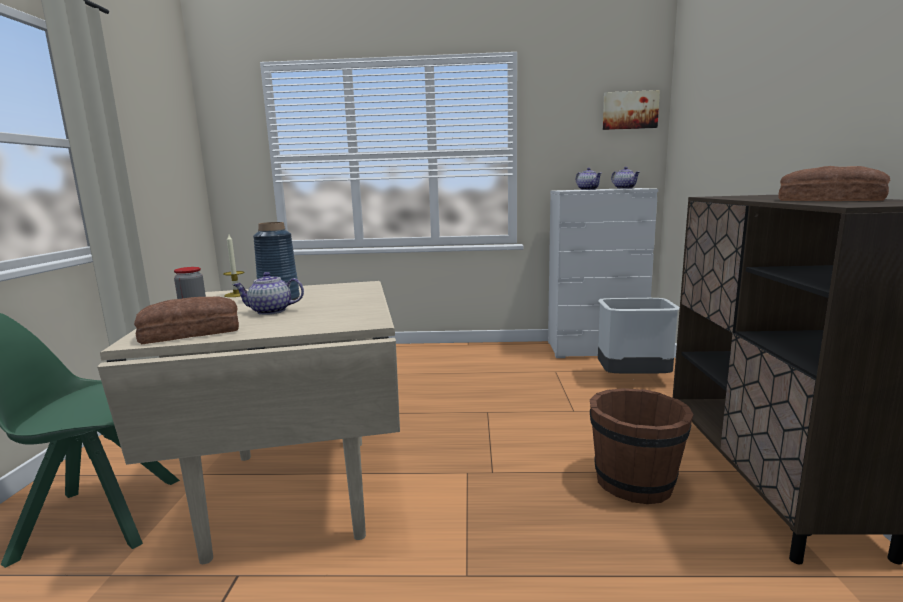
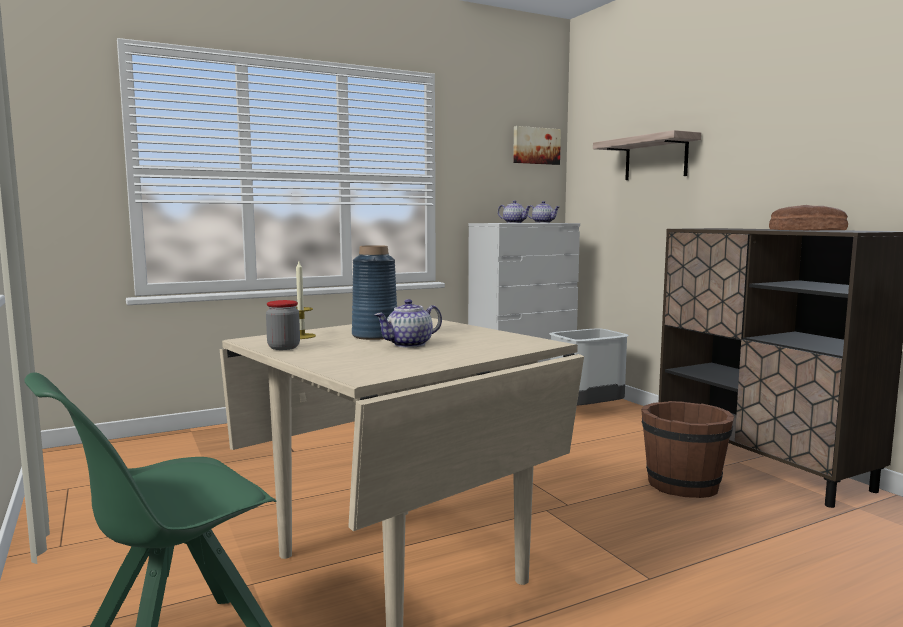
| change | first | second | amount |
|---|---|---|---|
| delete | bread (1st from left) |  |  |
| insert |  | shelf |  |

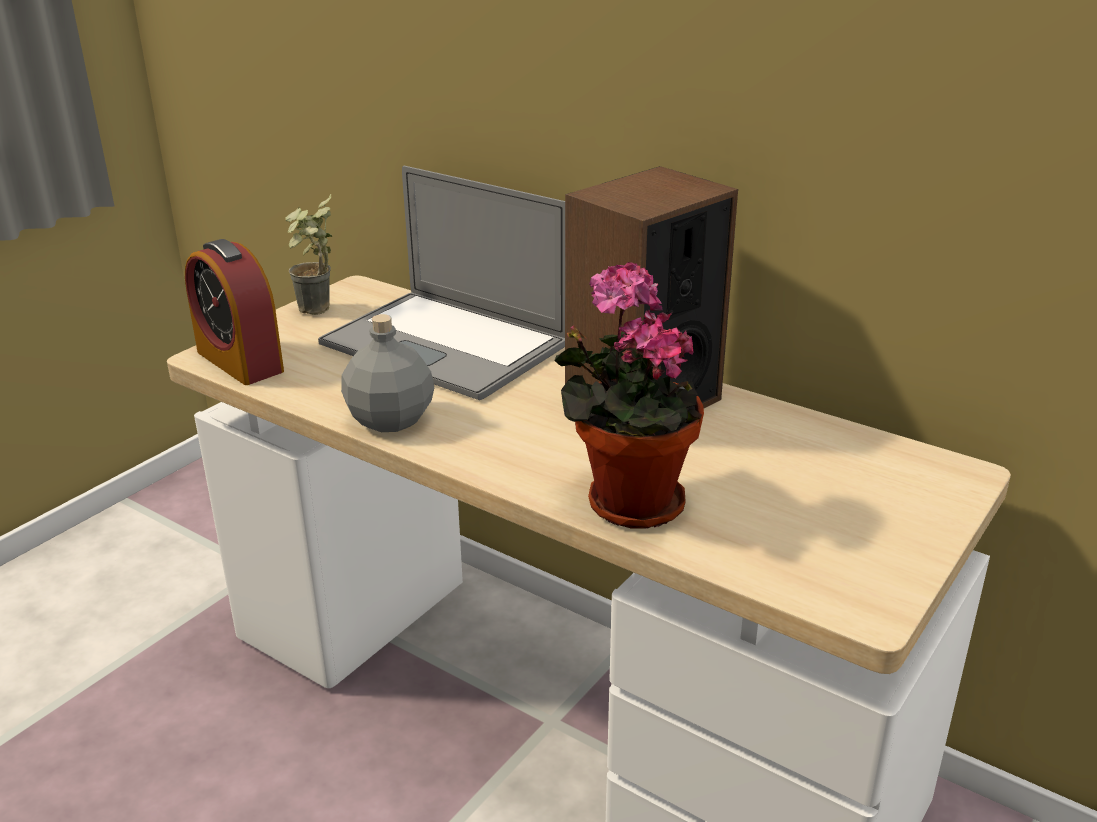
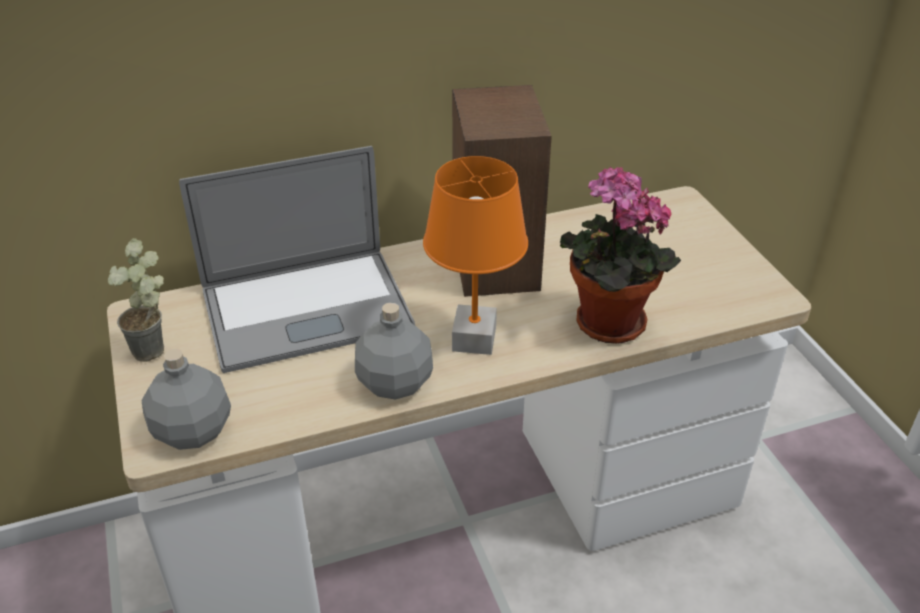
| change | first | second | amount |
|---|---|---|---|
| replace | alarm clock | bottle in grey (1st from left) |  |
| insert |  | table lamp in orange |  |

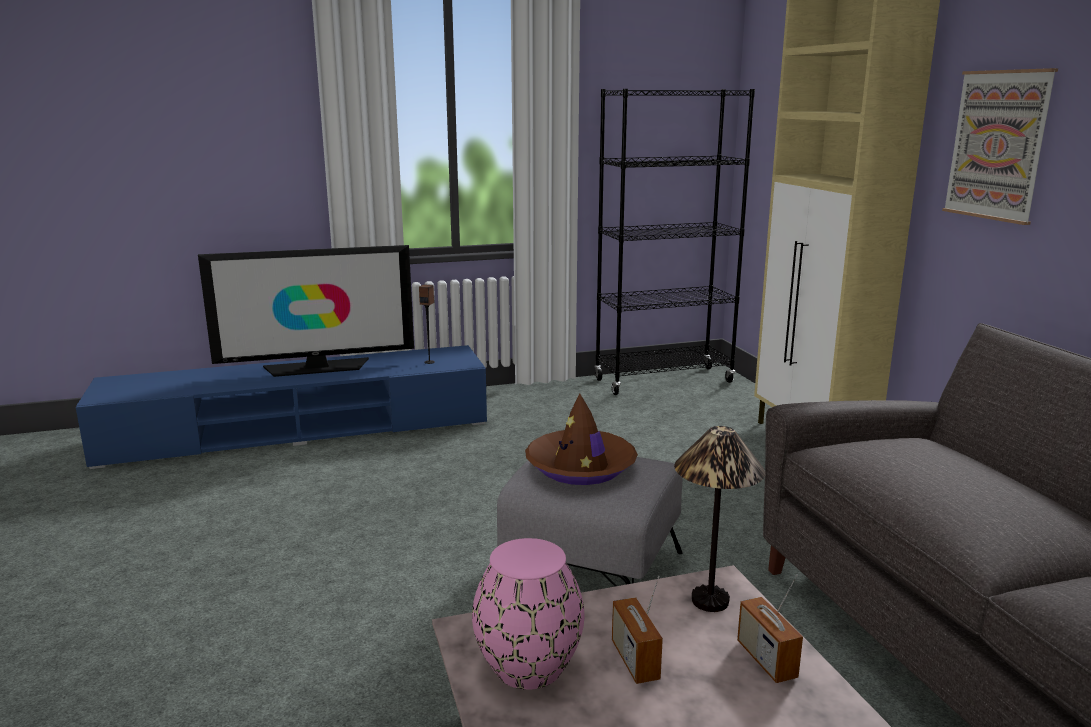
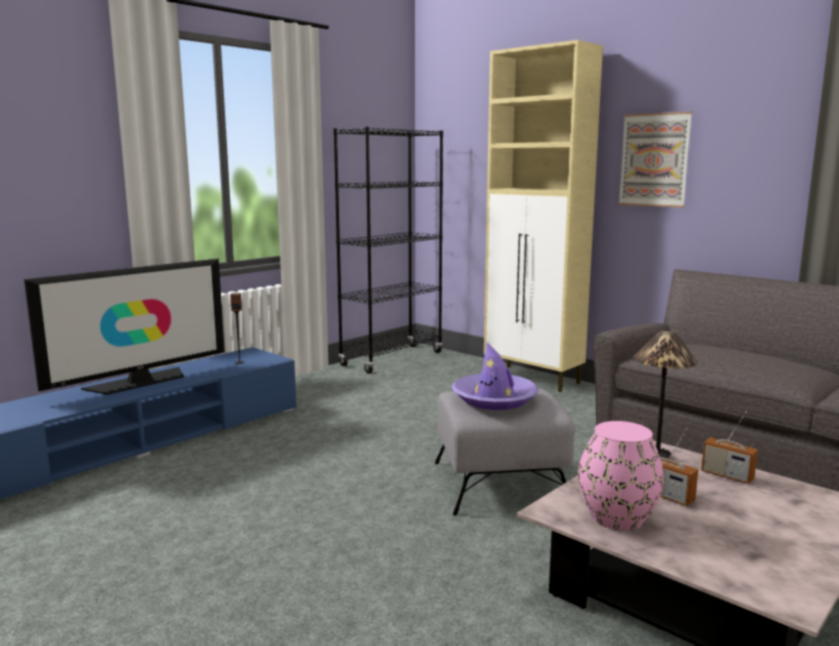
| change | first | second | amount |
|---|---|---|---|
| recolor | hat in brown | hat in purple |  |

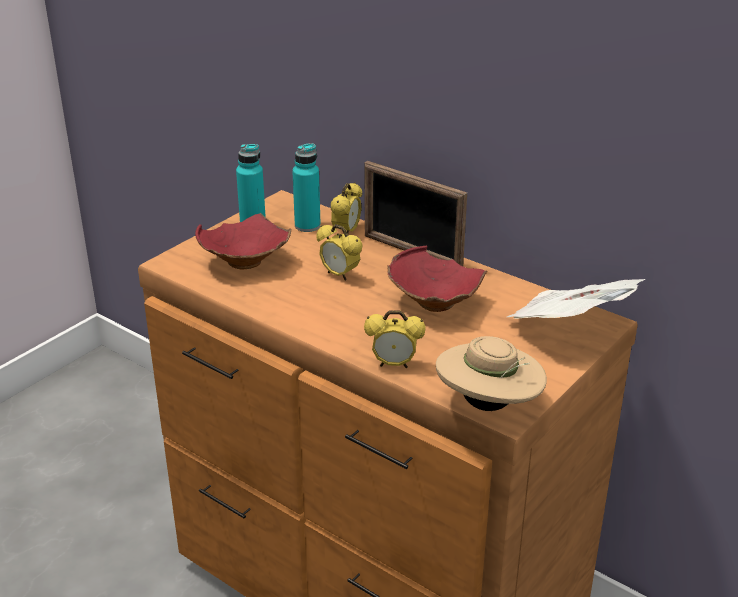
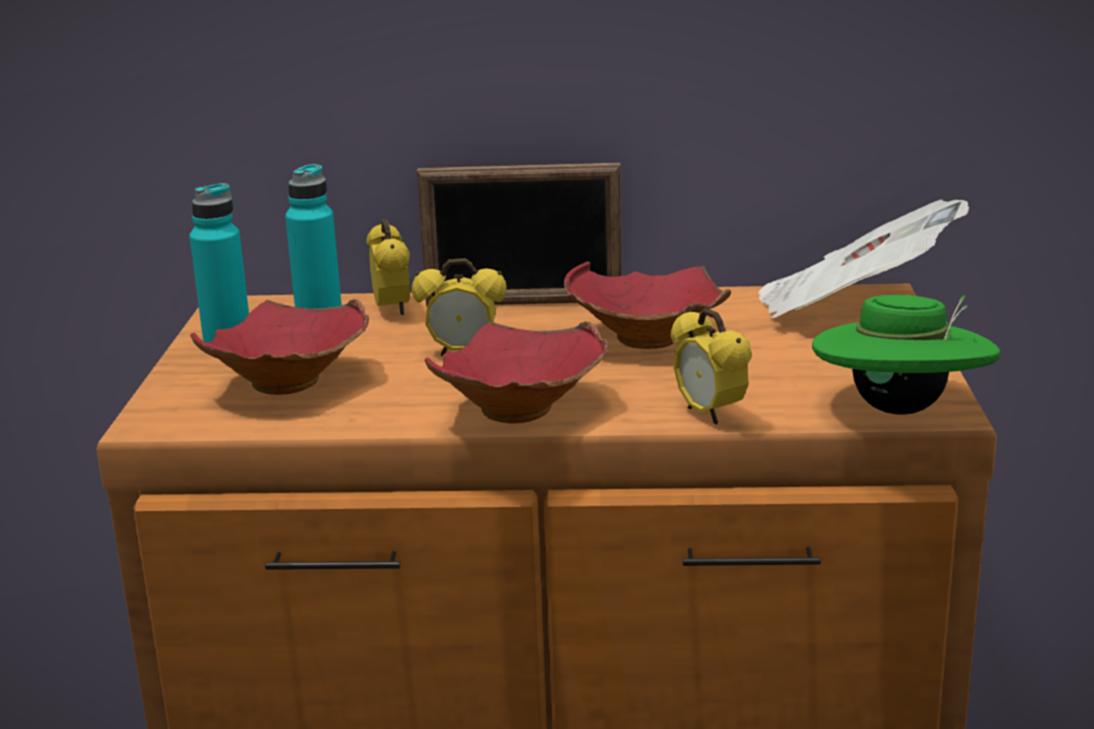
| change | first | second | amount |
|---|---|---|---|
| rotate | alarm clock (3rd from left) |  | 90 degrees clockwise |
| recolor | hat in beige | hat in green |  |
| insert |  | bowl in red (2nd from left) |  |

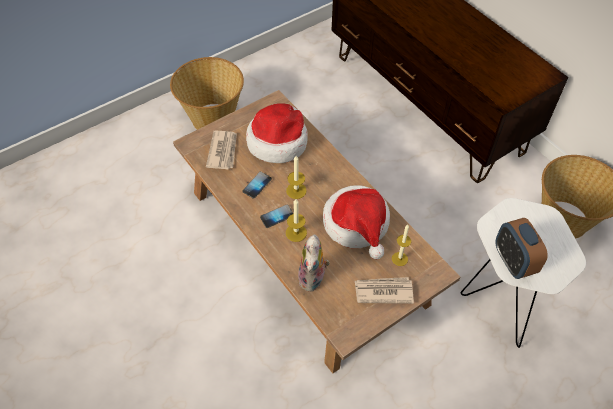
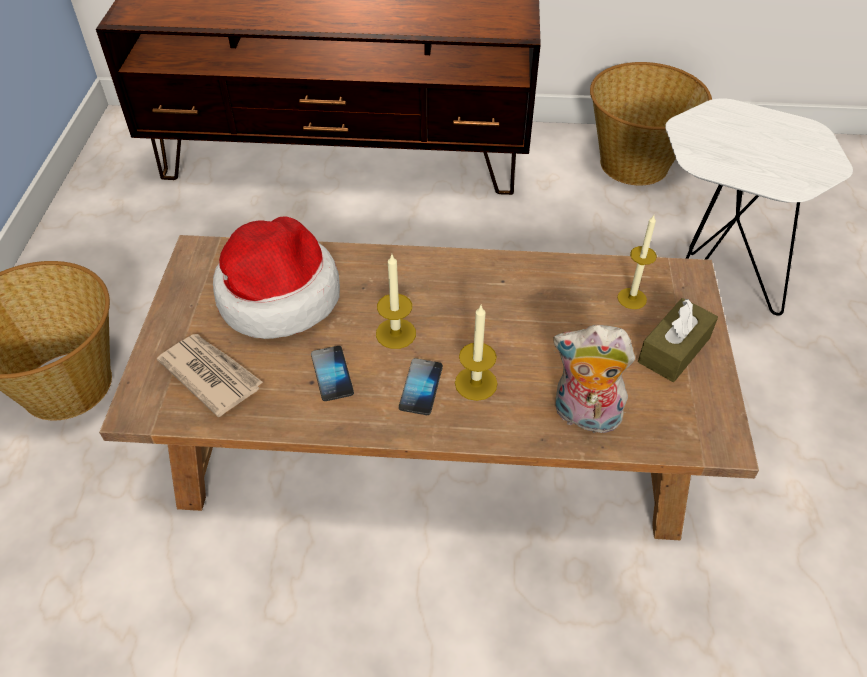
| change | first | second | amount |
|---|---|---|---|
| rotate | plush toy |  | 150 degrees clockwise |
| delete | hat (2nd from left) |  |  |
| replace | newspaper (2nd from left) | tissue box in brown |  |
| delete | alarm clock |  |  |

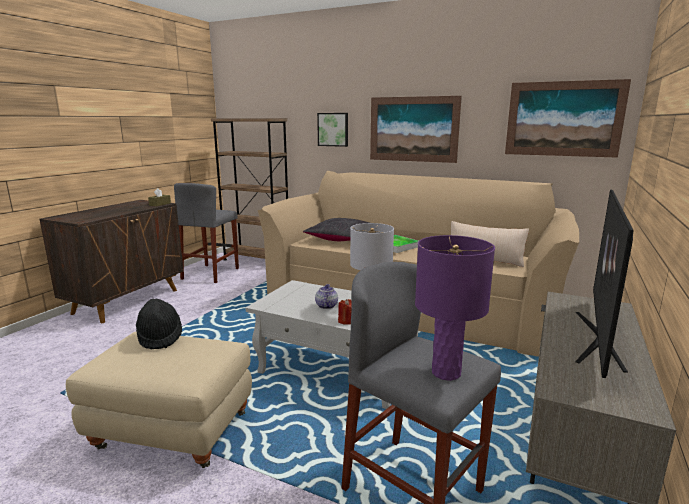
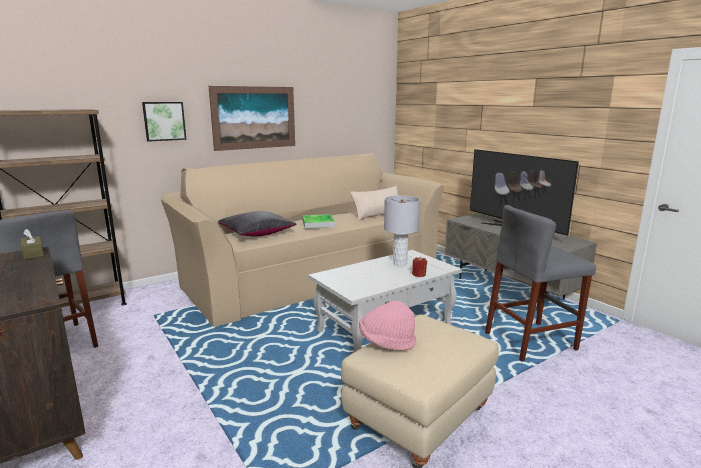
| change | first | second | amount |
|---|---|---|---|
| recolor | hat in black | hat in pink |  |
| delete | teapot |  |  |
| delete | table lamp in purple |  |  |
| delete | picture (3rd from left) |  |  |

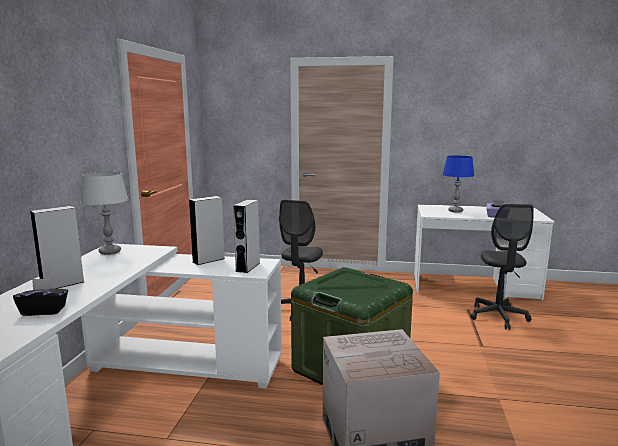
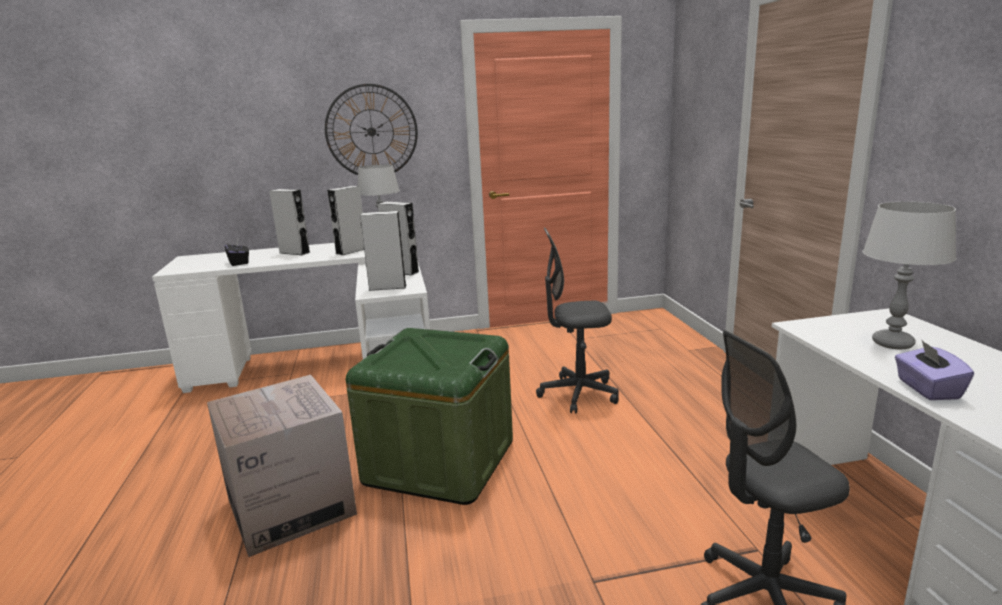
| change | first | second | amount |
|---|---|---|---|
| recolor | table lamp in blue | table lamp in grey (2nd from left) |  |
| insert |  | wall clock |  |
| insert |  | speaker in grey (2nd from left) |  |

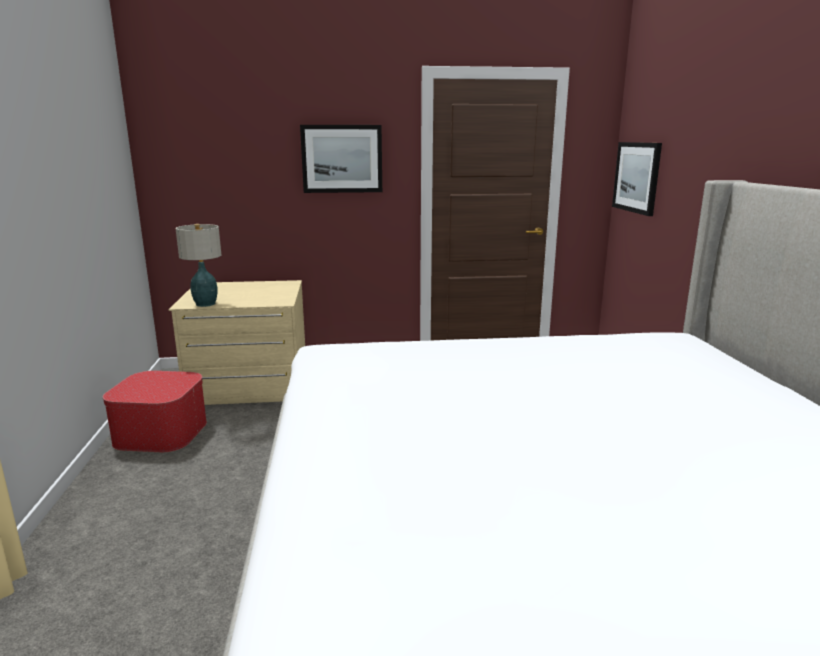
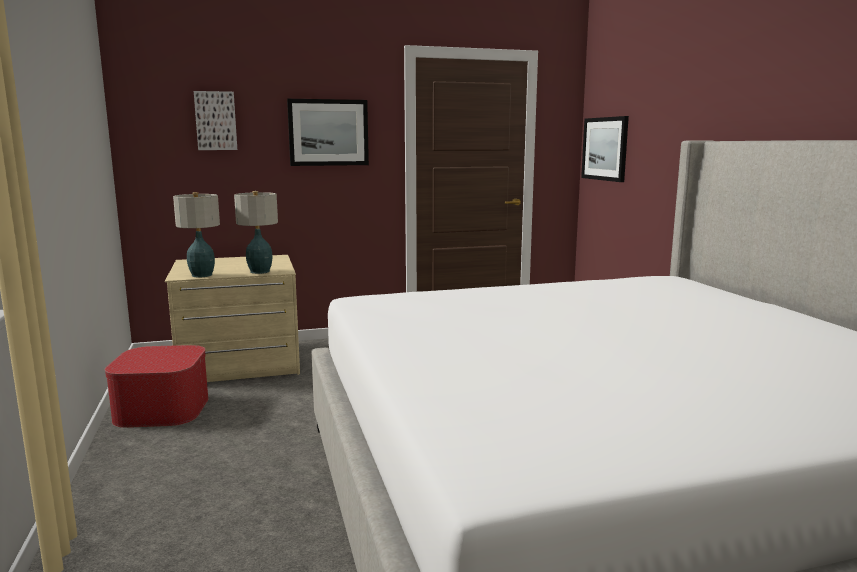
| change | first | second | amount |
|---|---|---|---|
| insert |  | picture (1st from left) |  |
| insert |  | table lamp (2nd from left) |  |

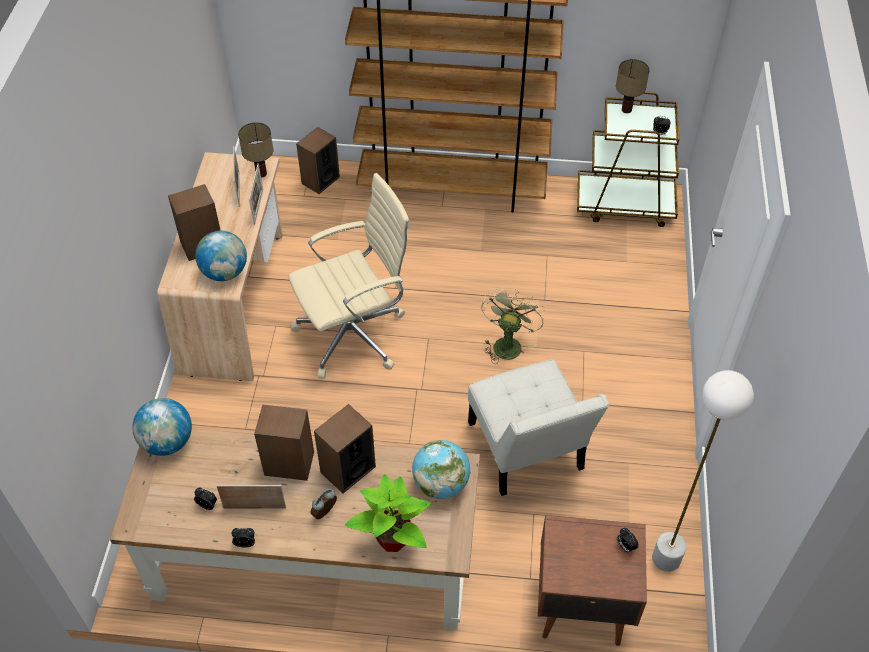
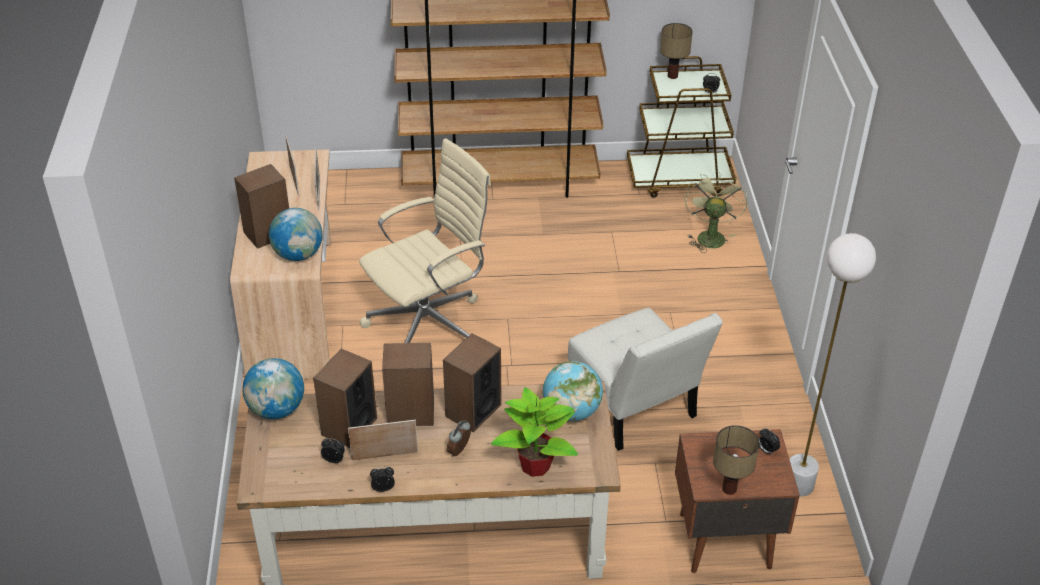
| change | first | second | amount |
|---|---|---|---|
| move | table lamp (1st from left in the first image) | table lamp (2nd from left) |  |
| move | speaker (3rd from left in the first image) | speaker (2nd from left) |  |
| move | fan in green |  |  |

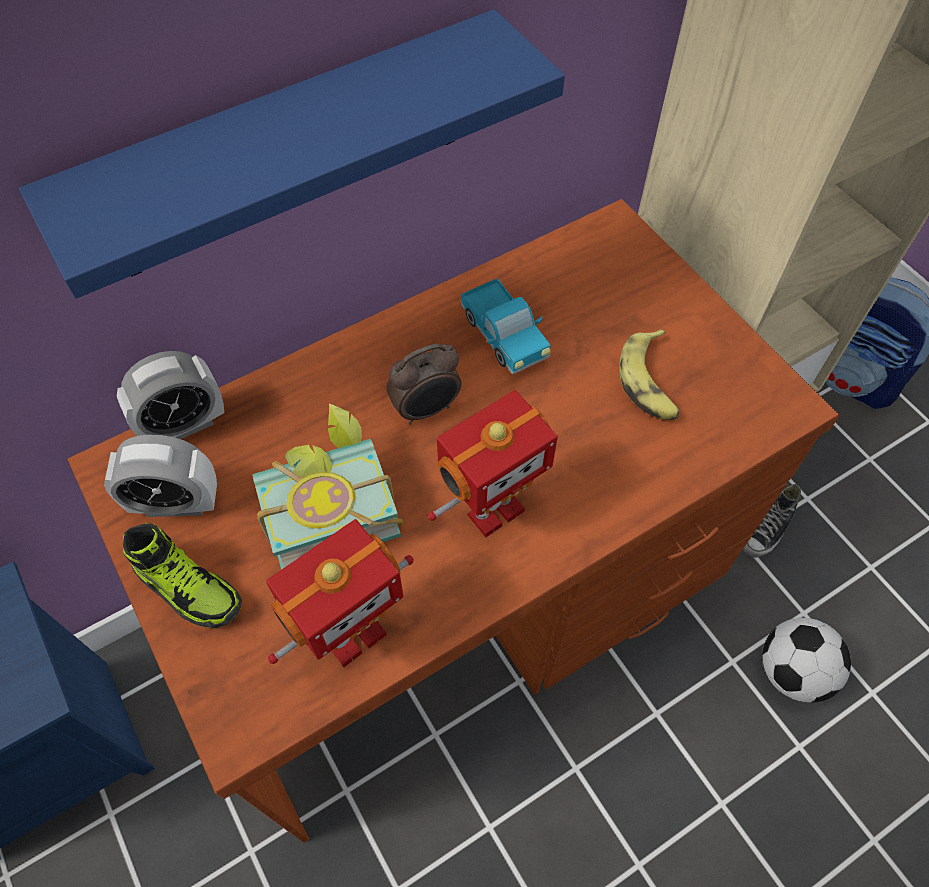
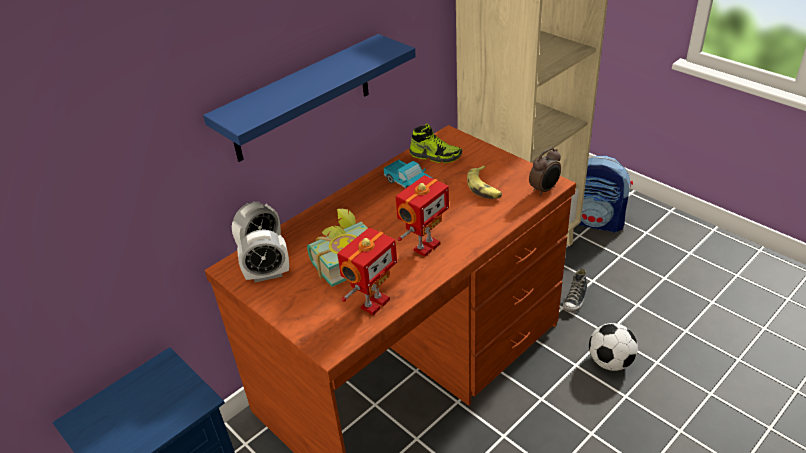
| change | first | second | amount |
|---|---|---|---|
| move | shoe (1st from left) |  |  |
| move | alarm clock (3rd from left) |  |  |

